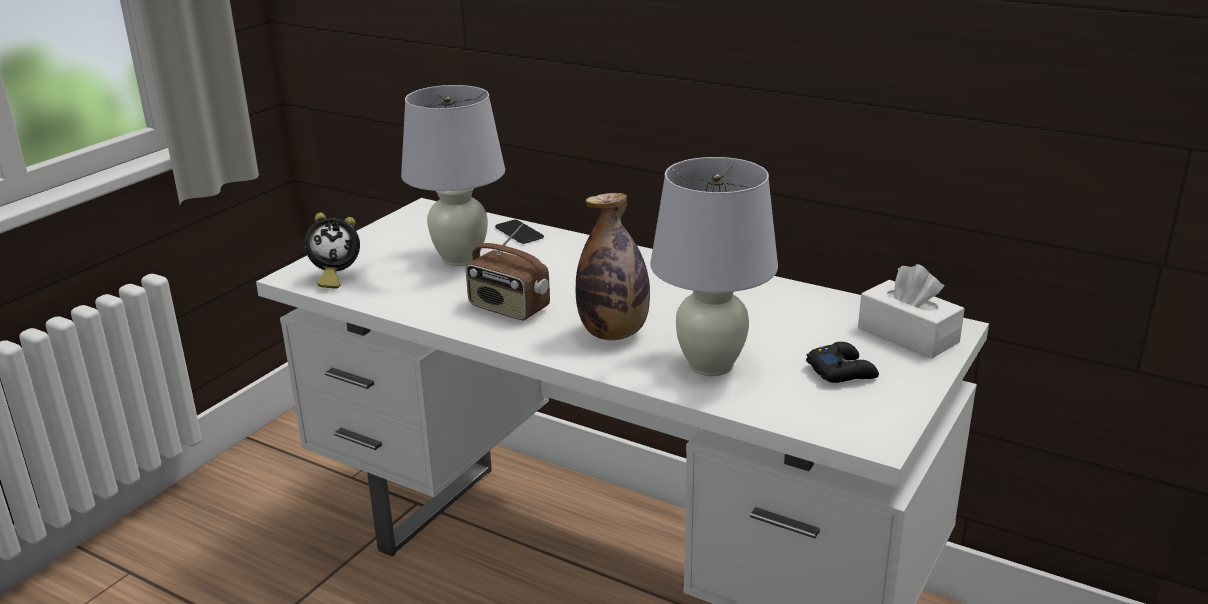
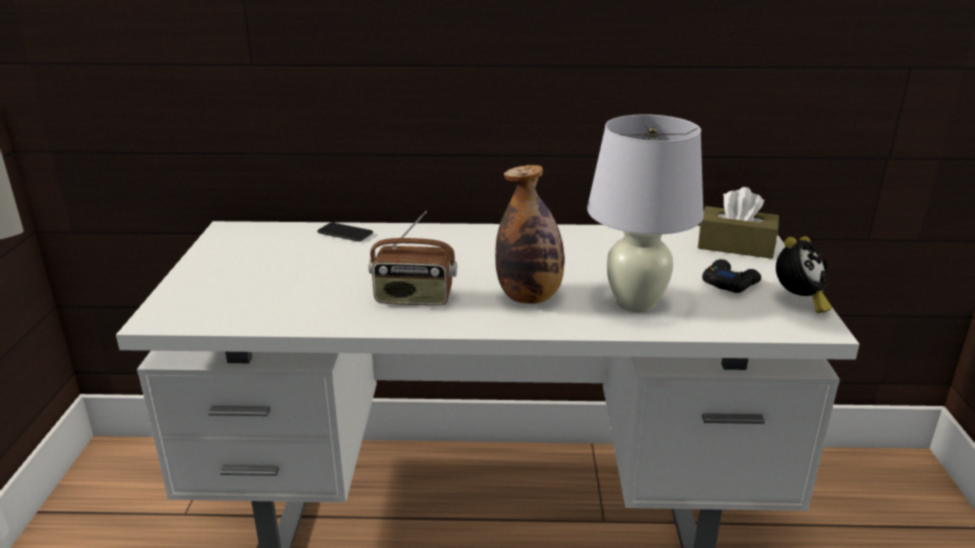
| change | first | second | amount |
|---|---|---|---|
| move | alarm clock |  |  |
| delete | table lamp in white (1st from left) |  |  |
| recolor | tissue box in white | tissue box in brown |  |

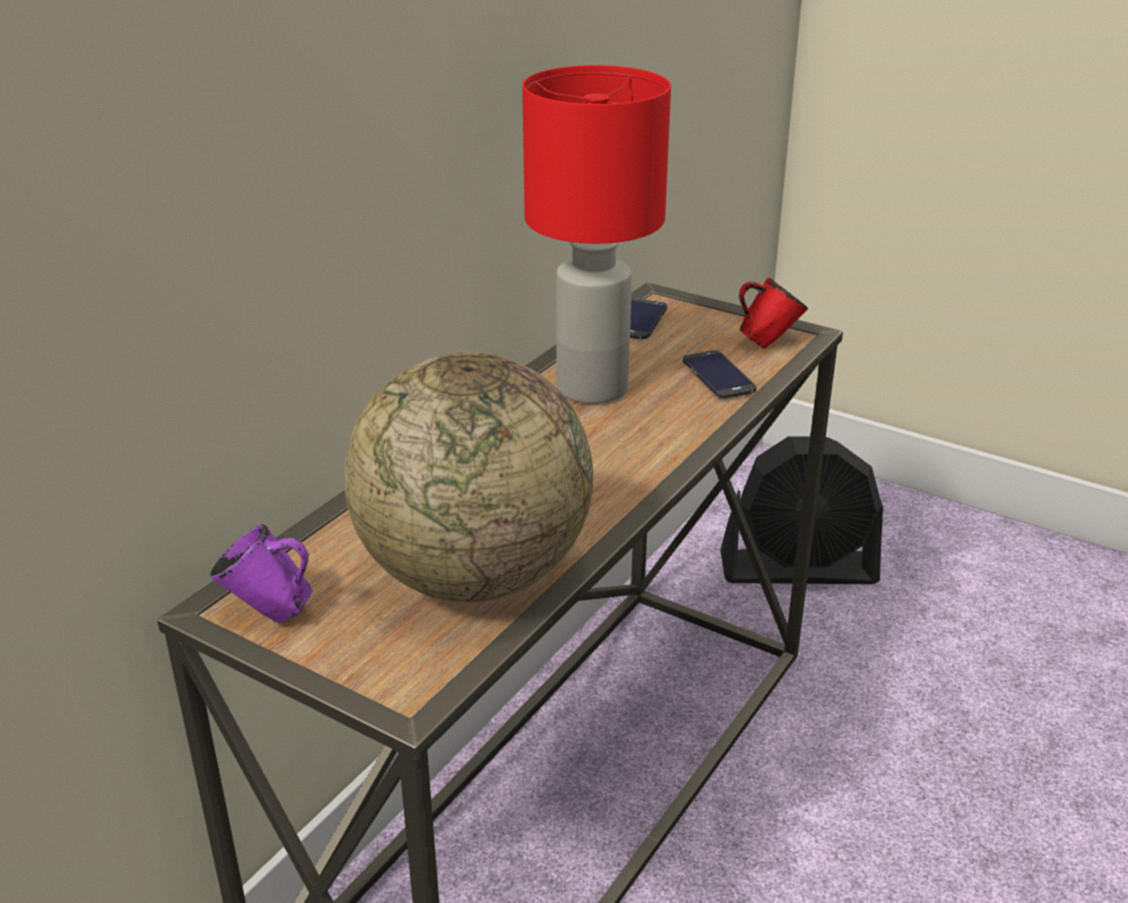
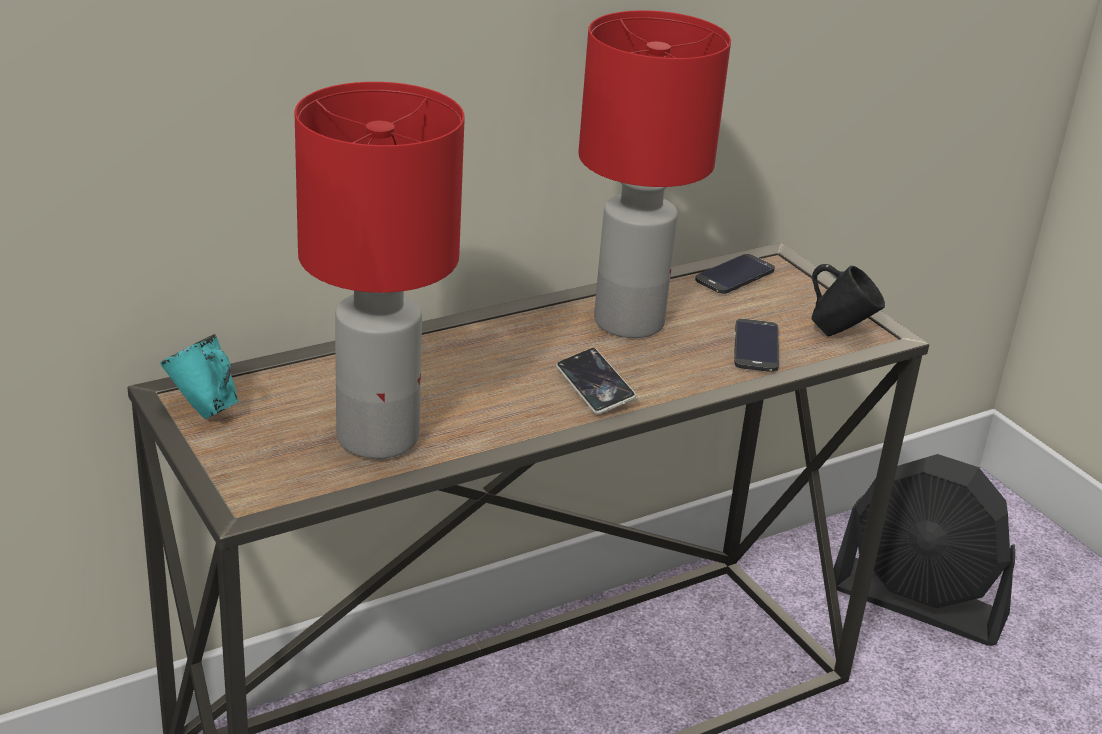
| change | first | second | amount |
|---|---|---|---|
| recolor | mug in purple | mug in turquoise |  |
| replace | globe | table lamp in red (1st from left) |  |
| recolor | mug in red | mug in black |  |
| insert |  | phone (1st from left) |  |

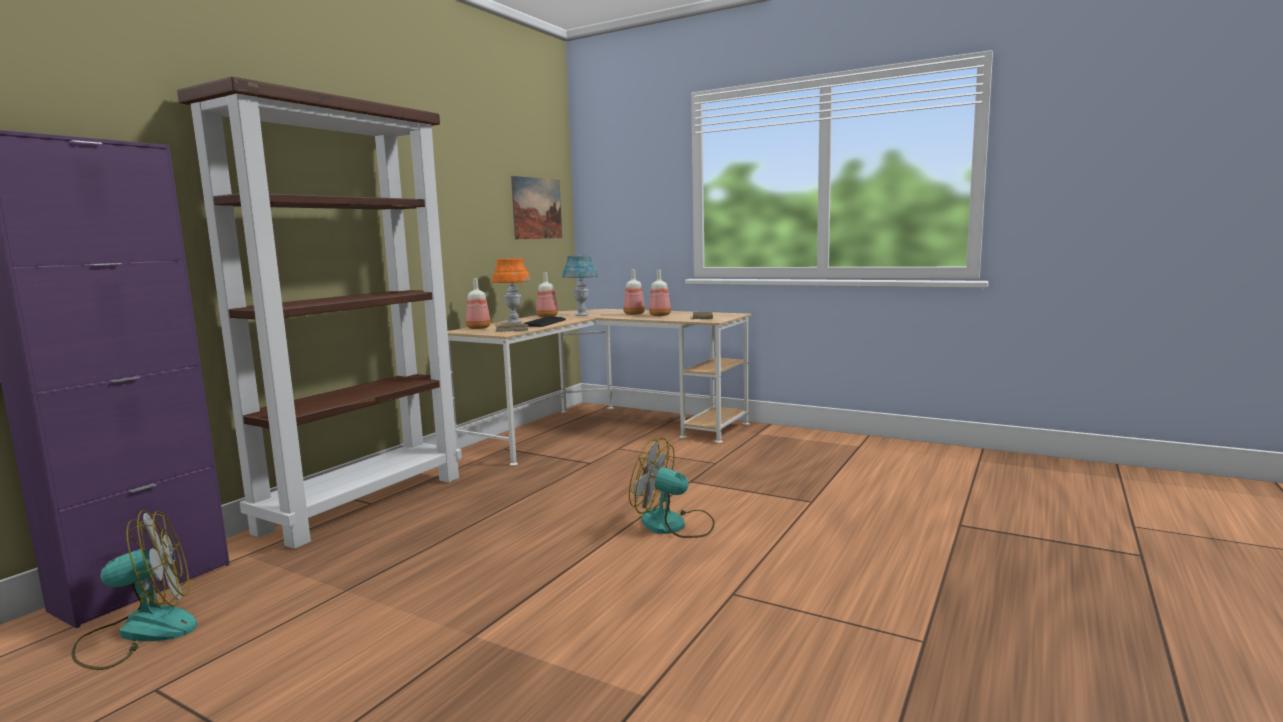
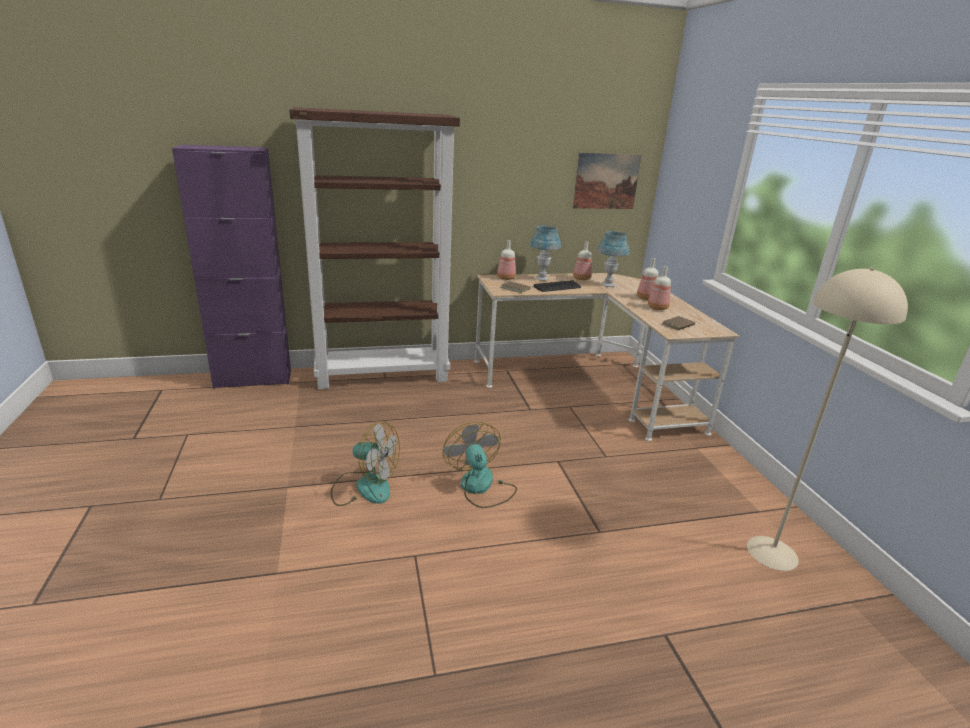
| change | first | second | amount |
|---|---|---|---|
| move | fan (1st from left) |  |  |
| recolor | table lamp in orange | table lamp in blue (1st from left) |  |
| insert |  | floor lamp in beige |  |

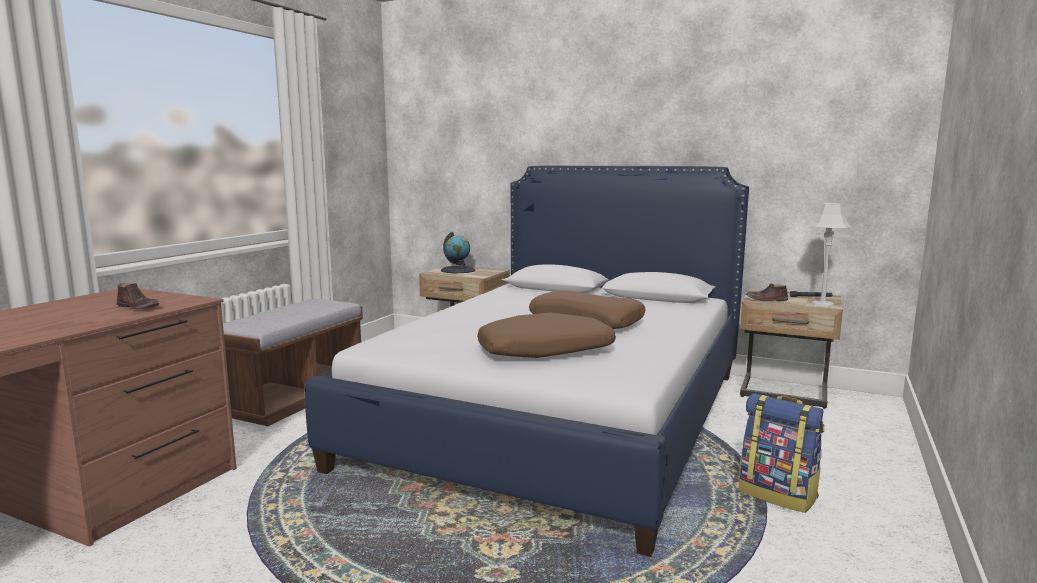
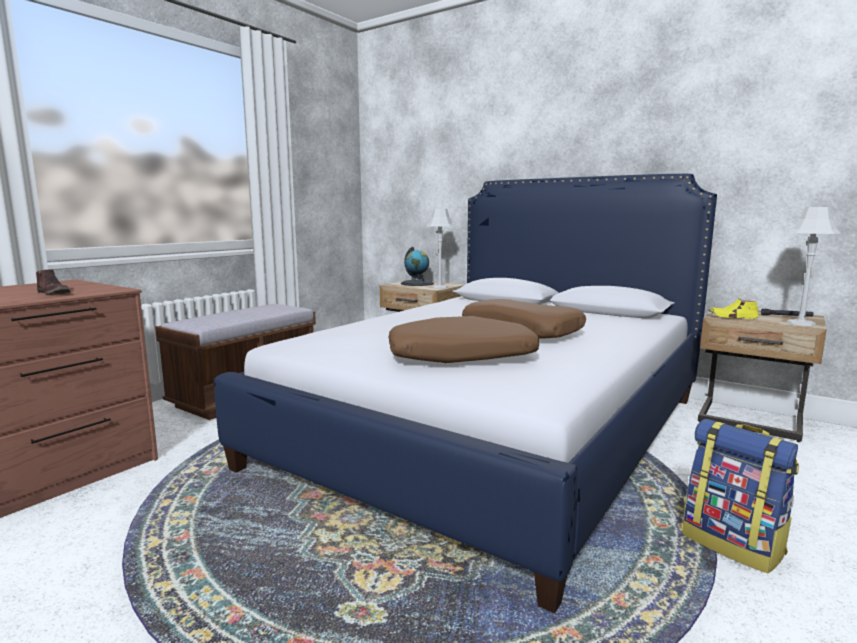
| change | first | second | amount |
|---|---|---|---|
| recolor | shoe in brown (2nd from left) | shoe in yellow |  |
| insert |  | table lamp in grey (1st from left) |  |

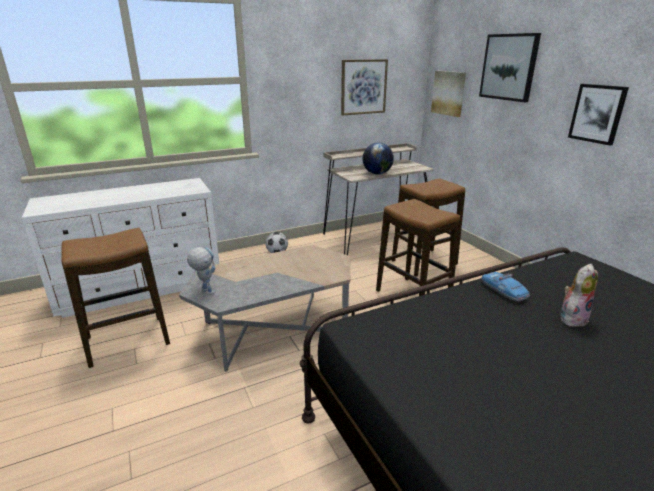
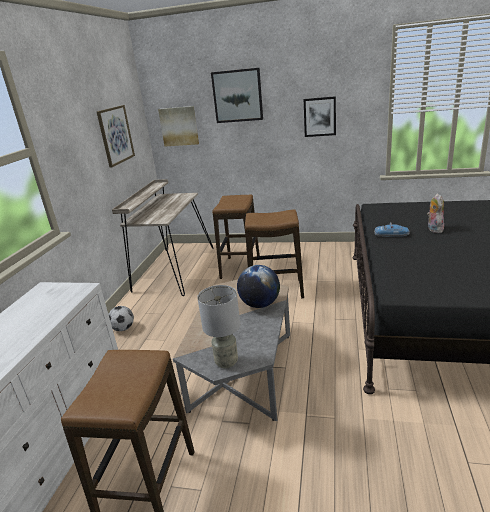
| change | first | second | amount |
|---|---|---|---|
| replace | toy robot | table lamp in grey |  |
| move | globe |  |  |

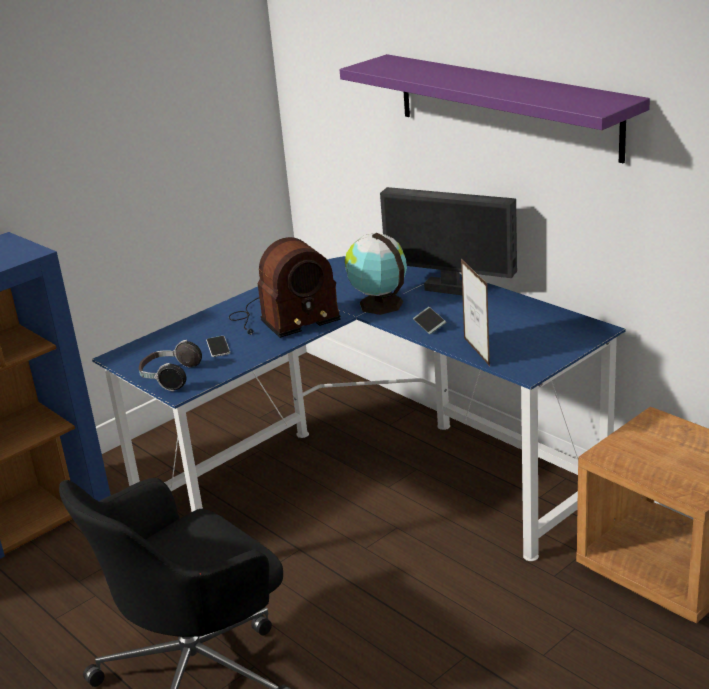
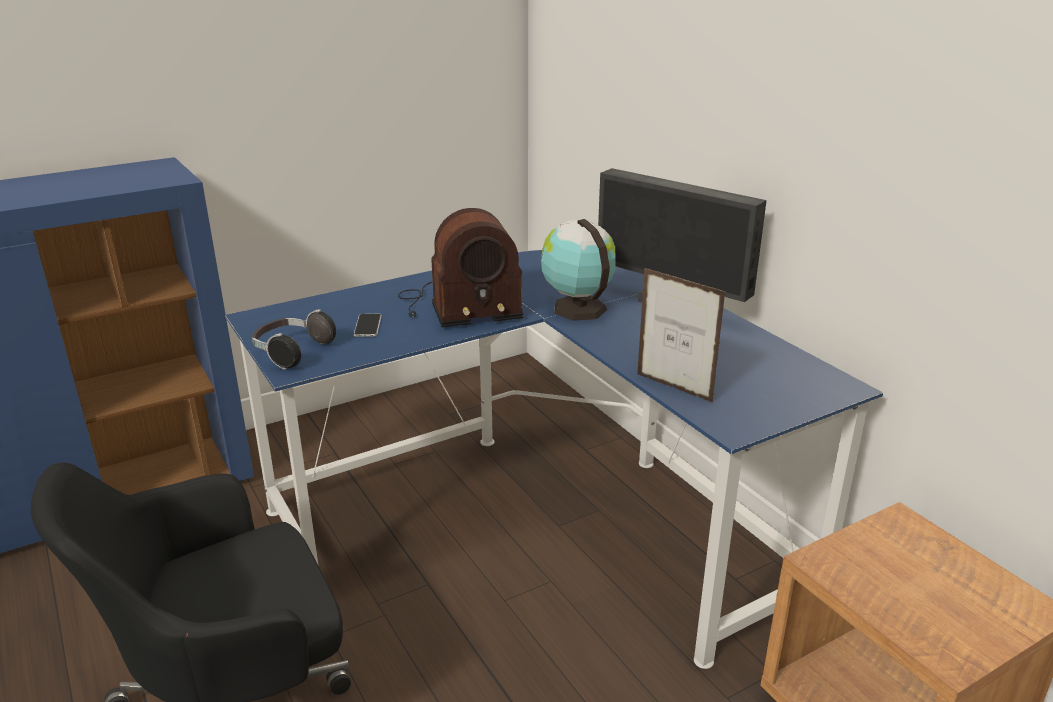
| change | first | second | amount |
|---|---|---|---|
| delete | shelf in purple |  |  |
| delete | phone (2nd from left) |  |  |
| rotate | picture frame |  | 45 degrees counterclockwise |

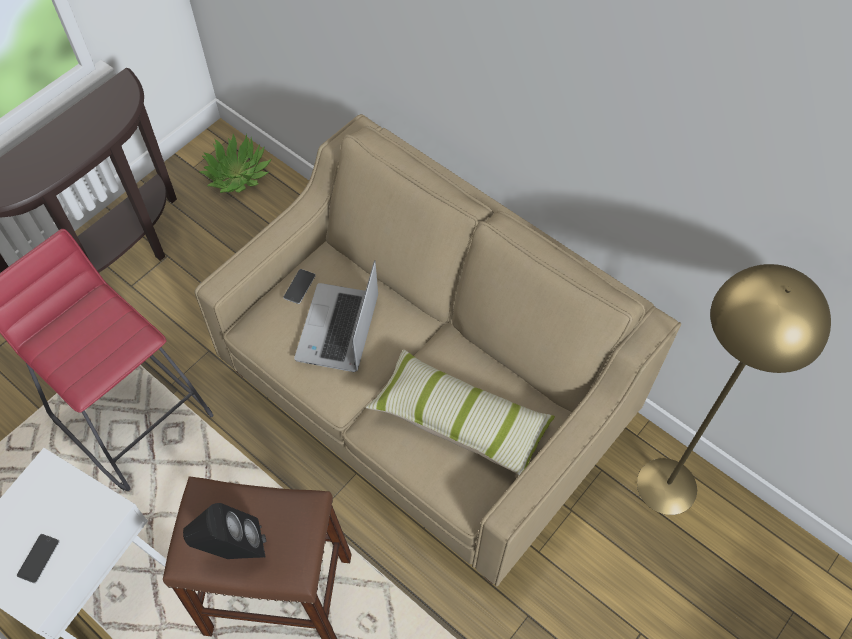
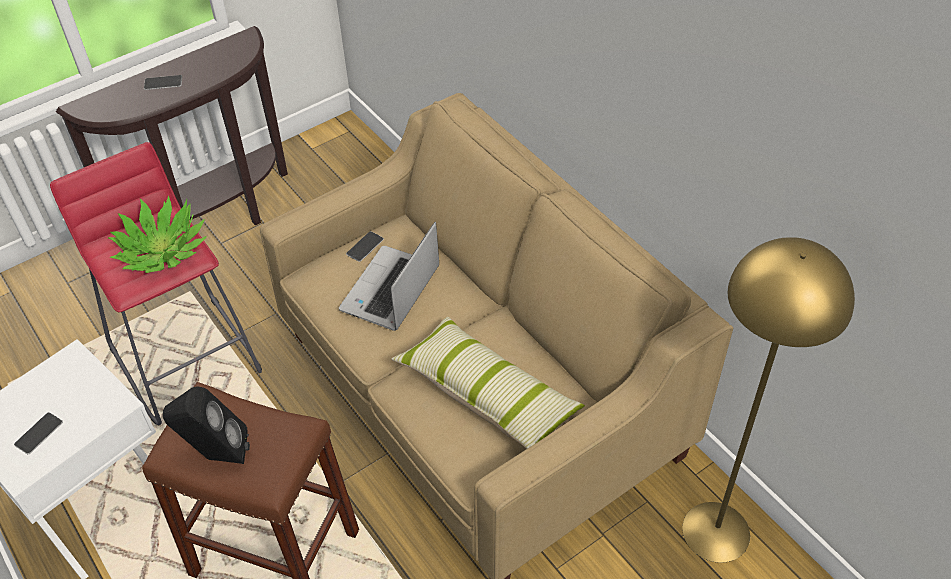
| change | first | second | amount |
|---|---|---|---|
| move | potted plant |  |  |
| insert |  | phone (2nd from left) |  |

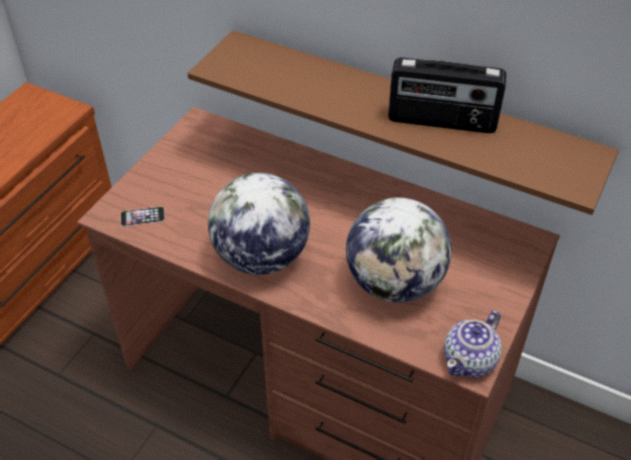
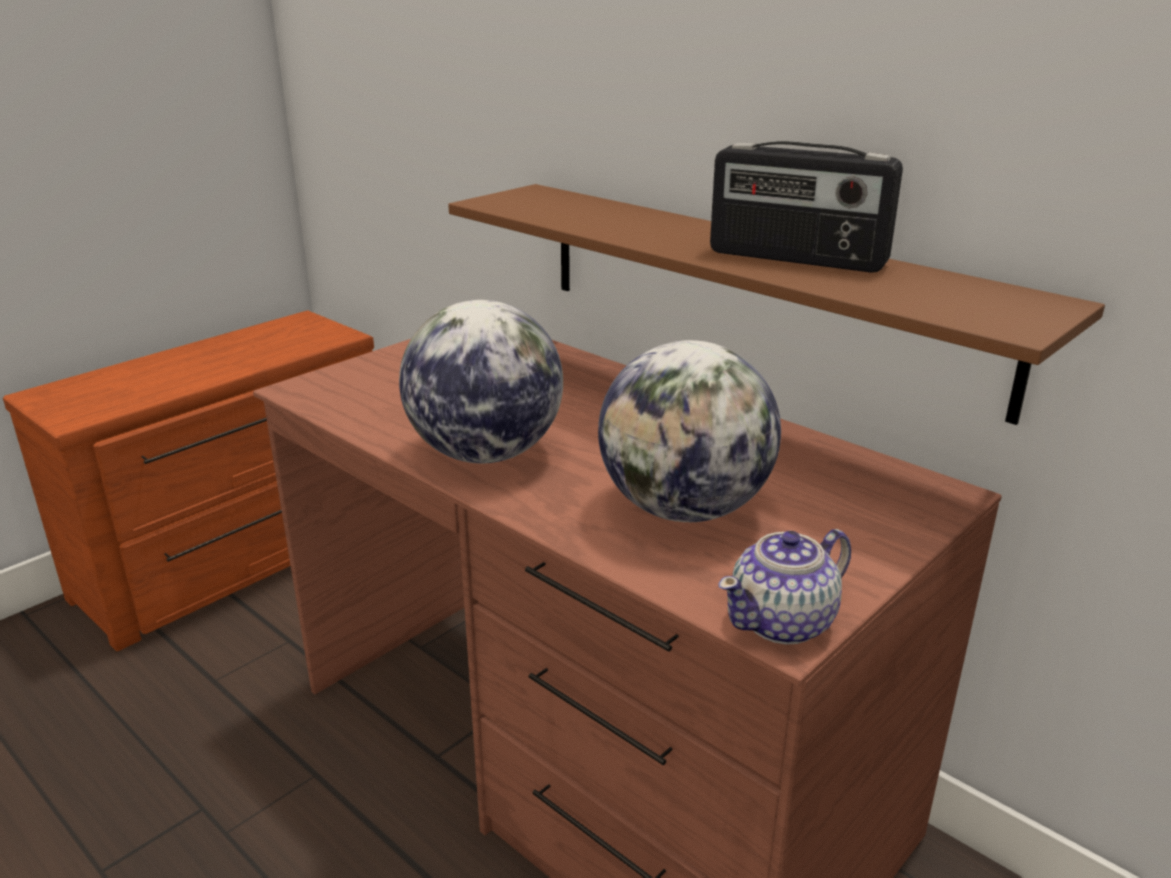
| change | first | second | amount |
|---|---|---|---|
| delete | phone |  |  |

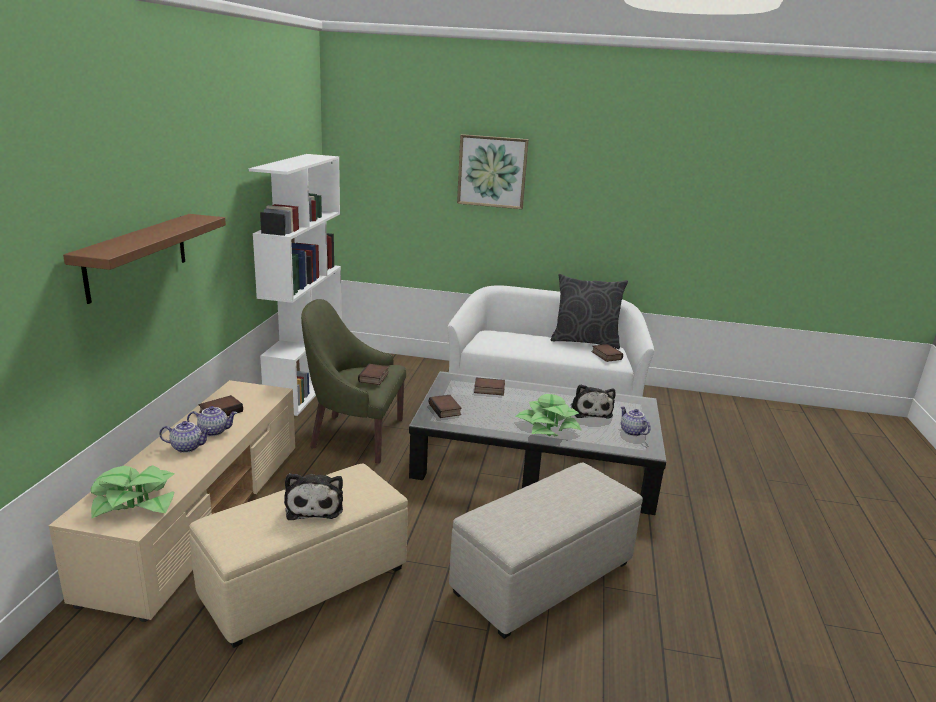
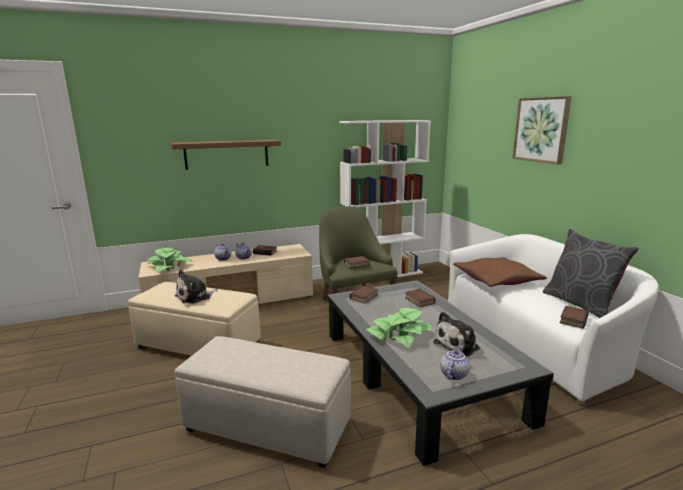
| change | first | second | amount |
|---|---|---|---|
| insert |  | pillow in brown |  |

